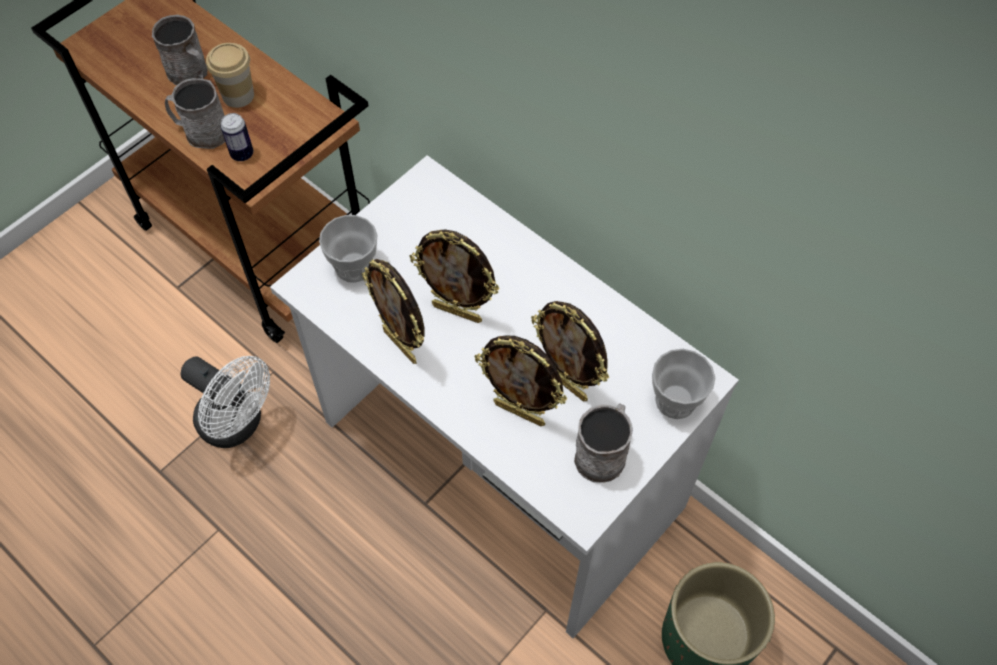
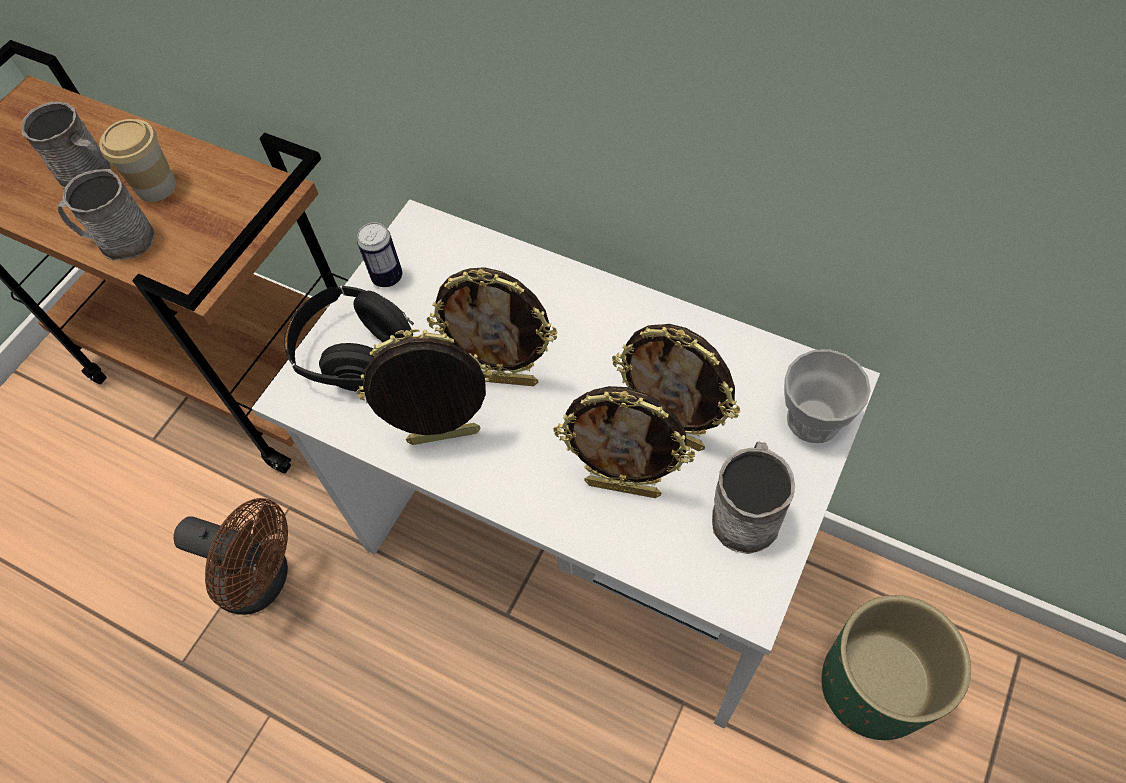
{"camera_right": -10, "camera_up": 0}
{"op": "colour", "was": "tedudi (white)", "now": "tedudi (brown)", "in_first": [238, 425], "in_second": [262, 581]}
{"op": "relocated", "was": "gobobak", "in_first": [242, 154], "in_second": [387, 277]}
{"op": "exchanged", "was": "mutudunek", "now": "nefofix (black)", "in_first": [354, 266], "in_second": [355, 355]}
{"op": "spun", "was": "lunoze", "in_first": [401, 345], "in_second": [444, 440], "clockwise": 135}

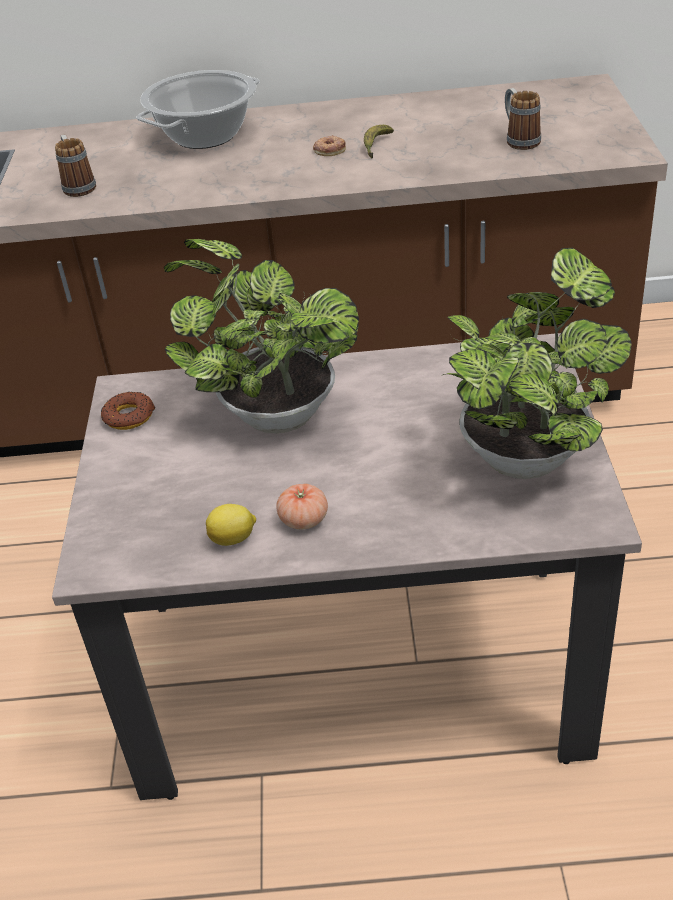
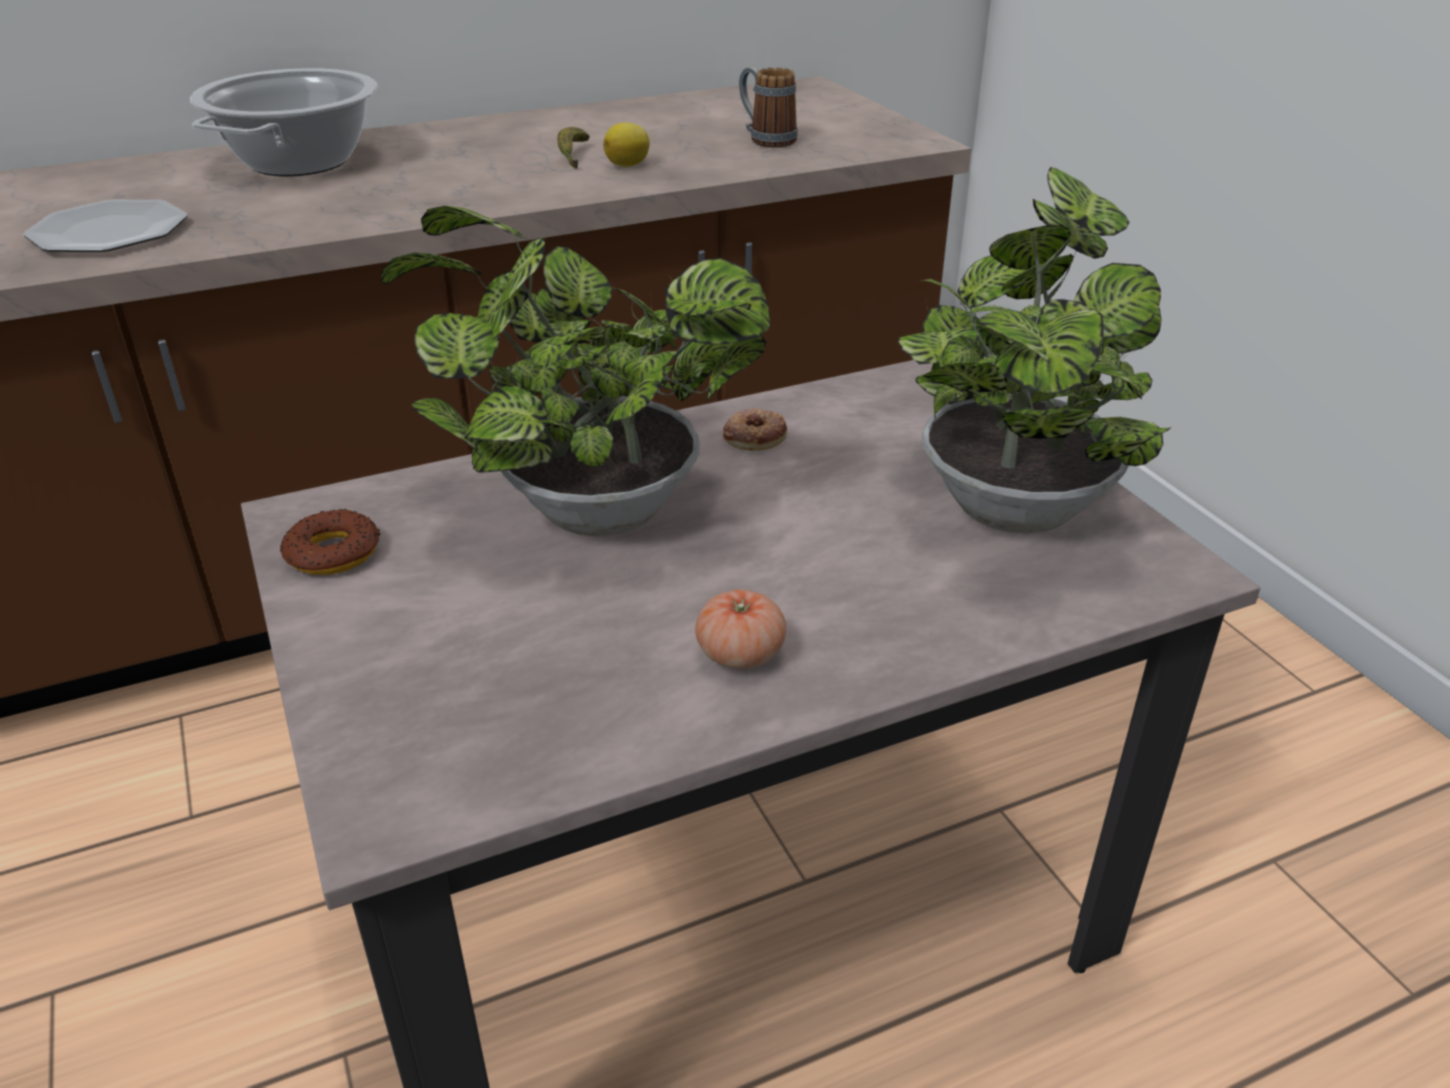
{"camera_right": -25, "camera_up": -5}
{"op": "exchanged", "was": "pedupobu", "now": "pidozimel", "in_first": [78, 186], "in_second": [109, 231]}
{"op": "relocated", "was": "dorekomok", "in_first": [234, 539], "in_second": [628, 165]}
{"op": "relocated", "was": "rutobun", "in_first": [329, 150], "in_second": [754, 436]}

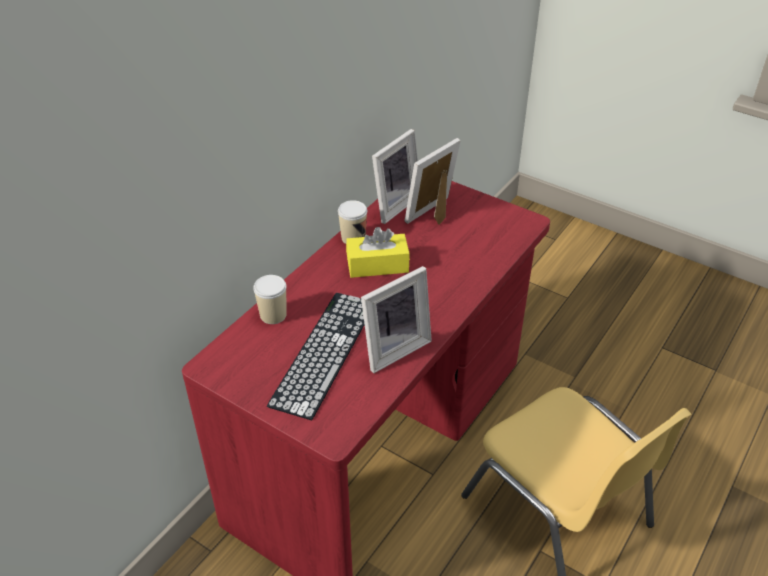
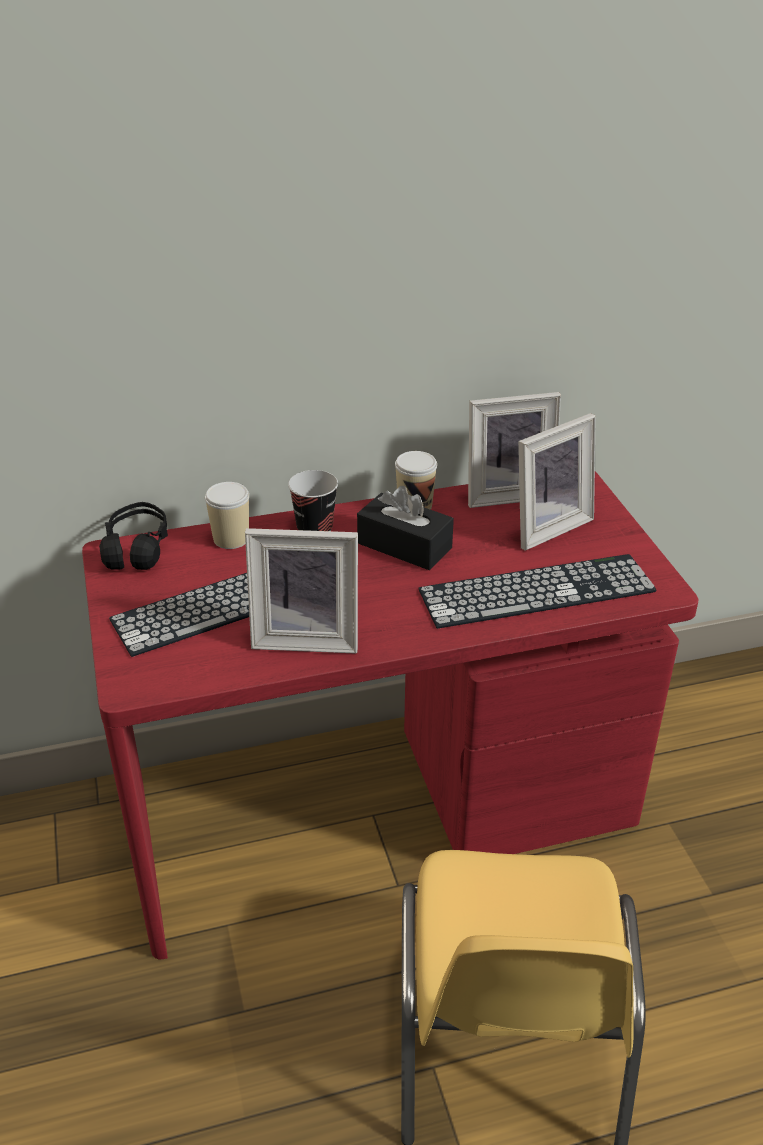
{"camera_right": 40, "camera_up": -5}
{"op": "colour", "was": "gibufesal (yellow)", "now": "gibufesal (black)", "in_first": [377, 265], "in_second": [404, 546]}
{"op": "spun", "was": "lunoze", "in_first": [435, 214], "in_second": [546, 526], "clockwise": 150}
{"op": "appeared", "now": "nefofix (black)", "in_second": [137, 548]}
{"op": "appeared", "now": "mutudunek", "in_second": [315, 528]}
{"op": "appeared", "now": "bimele", "in_second": [537, 591]}

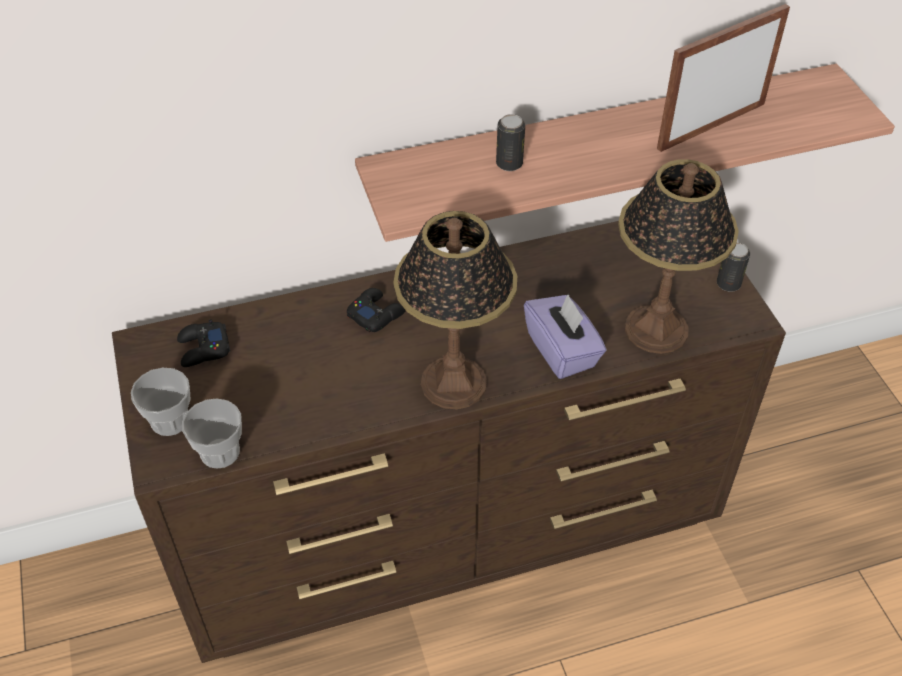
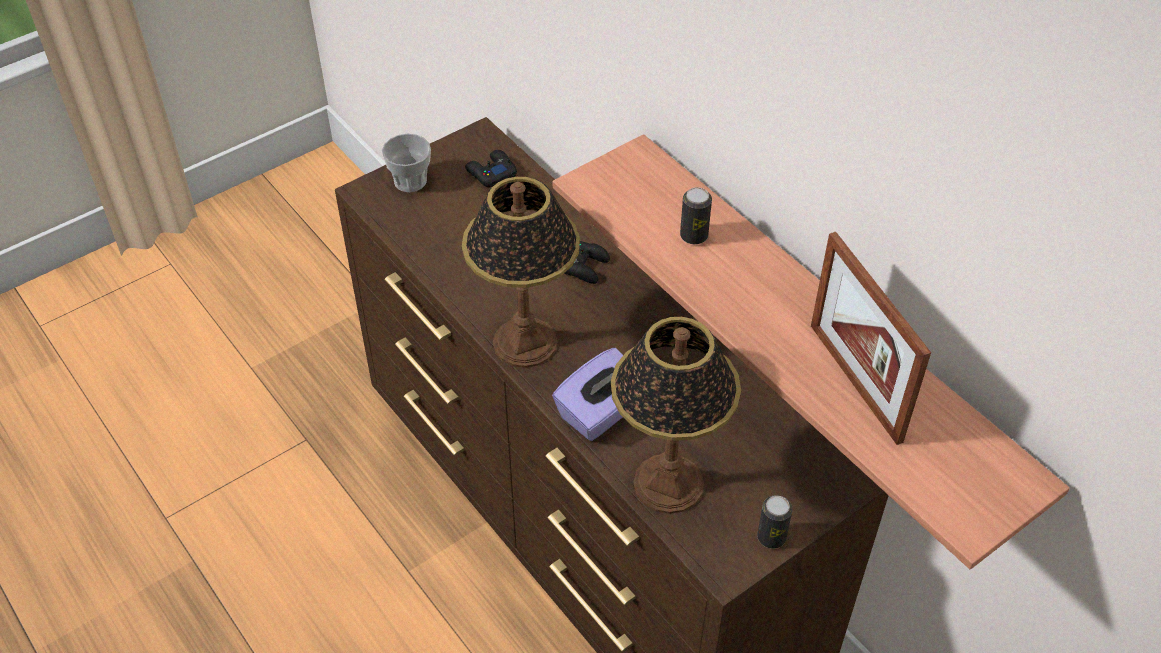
{"camera_right": 70, "camera_up": 0}
{"op": "missing", "was": "mutudunek", "in_first": [220, 452]}
{"op": "spun", "was": "lunoze", "in_first": [711, 126], "in_second": [855, 382], "clockwise": -150}

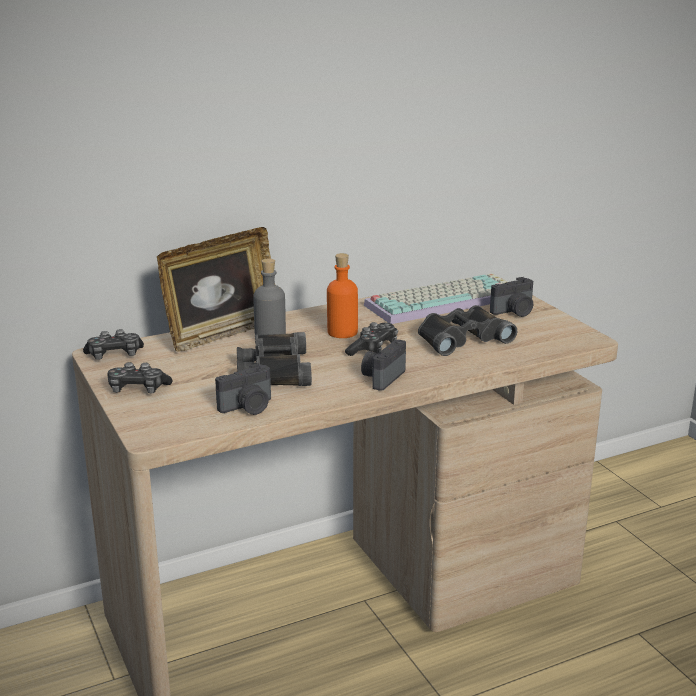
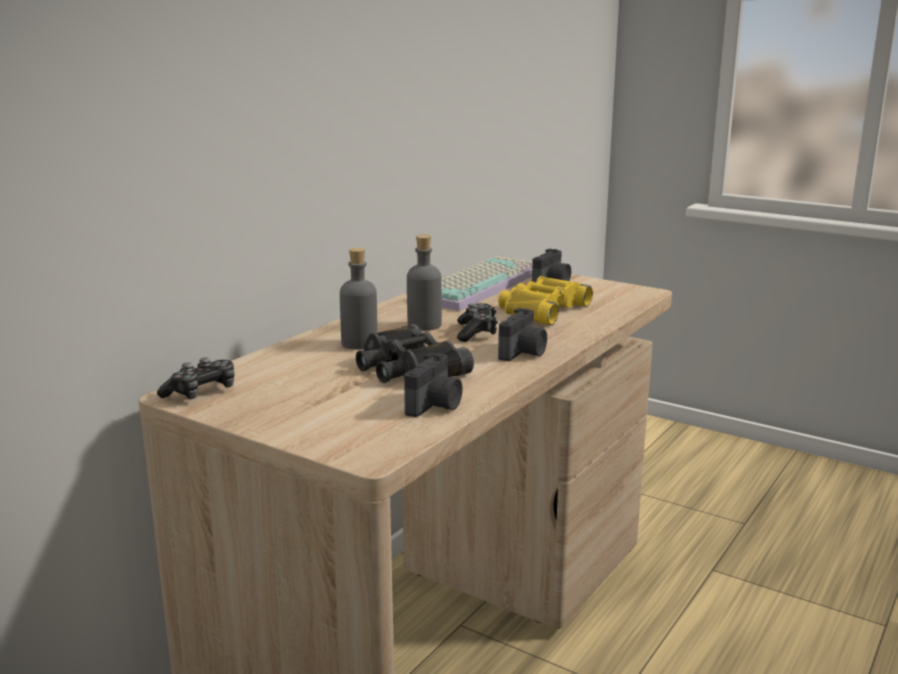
{"camera_right": -30, "camera_up": -5}
{"op": "missing", "was": "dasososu", "in_first": [137, 389]}
{"op": "missing", "was": "lunoze", "in_first": [222, 333]}
{"op": "colour", "was": "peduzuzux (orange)", "now": "peduzuzux (grey)", "in_first": [342, 332], "in_second": [424, 325]}
{"op": "spun", "was": "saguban", "in_first": [381, 377], "in_second": [524, 353], "clockwise": -150}
{"op": "colour", "was": "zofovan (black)", "now": "zofovan (yellow)", "in_first": [461, 338], "in_second": [541, 310]}

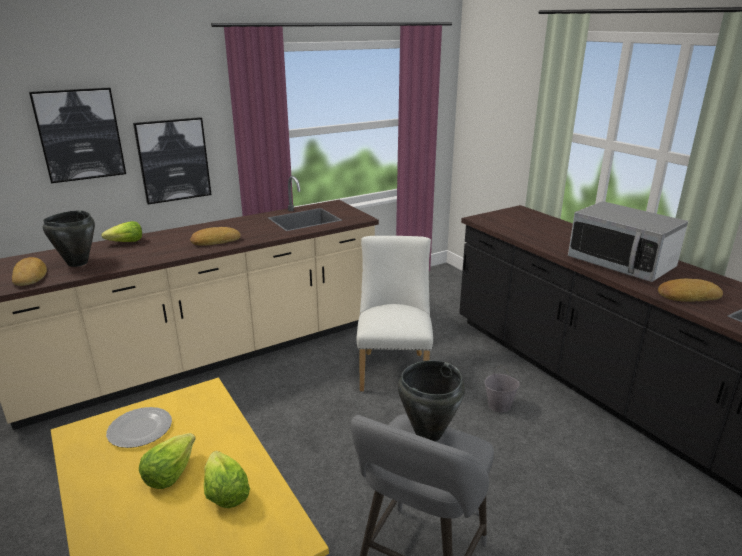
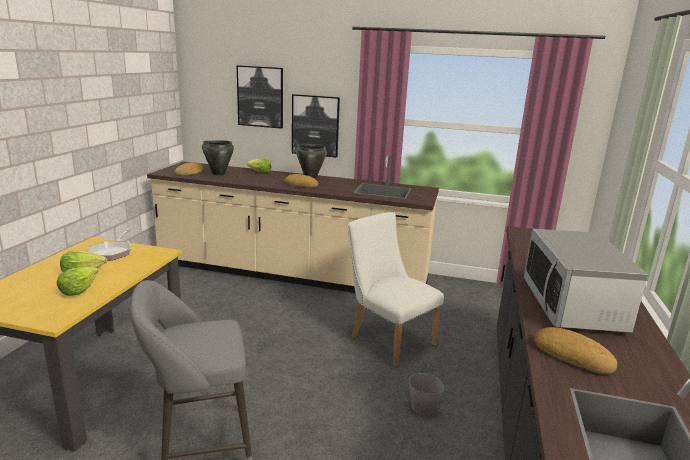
{"camera_right": 45, "camera_up": -5}
{"op": "exchanged", "was": "pidozimel", "now": "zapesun", "in_first": [140, 429], "in_second": [112, 252]}
{"op": "spun", "was": "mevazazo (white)", "in_first": [394, 368], "in_second": [388, 338], "clockwise": -90}
{"op": "relocated", "was": "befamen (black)", "in_first": [427, 434], "in_second": [310, 177]}

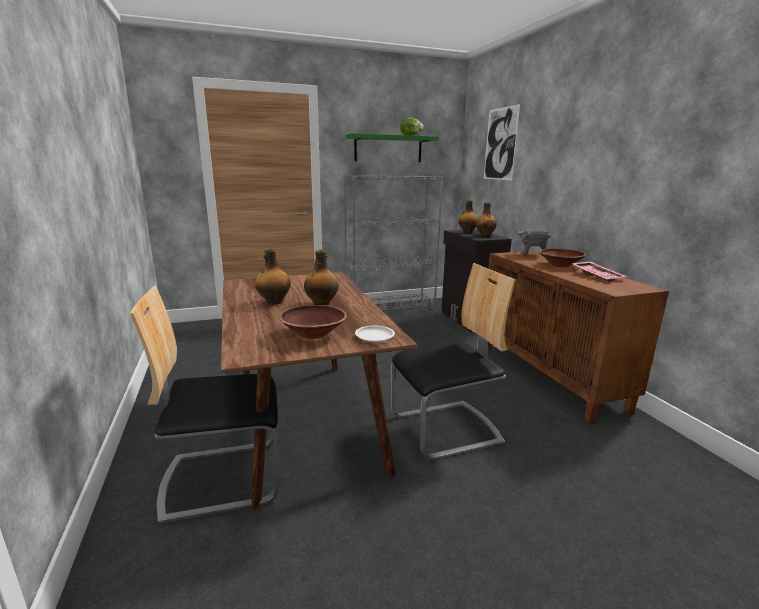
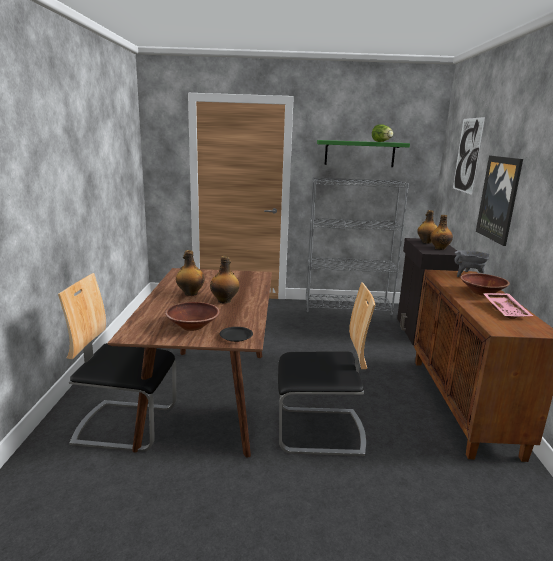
{"camera_right": 20, "camera_up": 0}
{"op": "colour", "was": "pidozimel (white)", "now": "pidozimel (black)", "in_first": [374, 336], "in_second": [236, 336]}
{"op": "appeared", "now": "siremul", "in_second": [499, 198]}

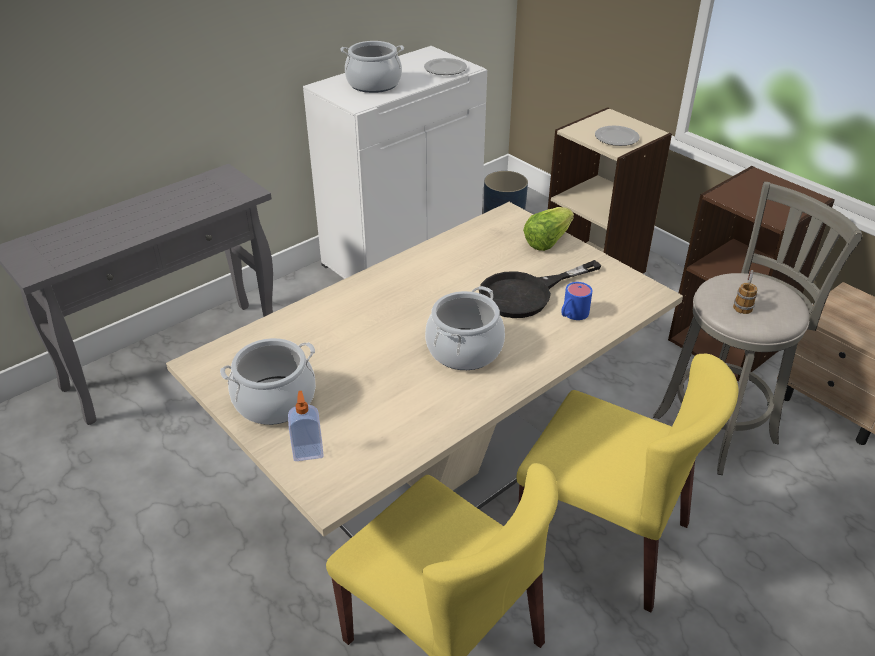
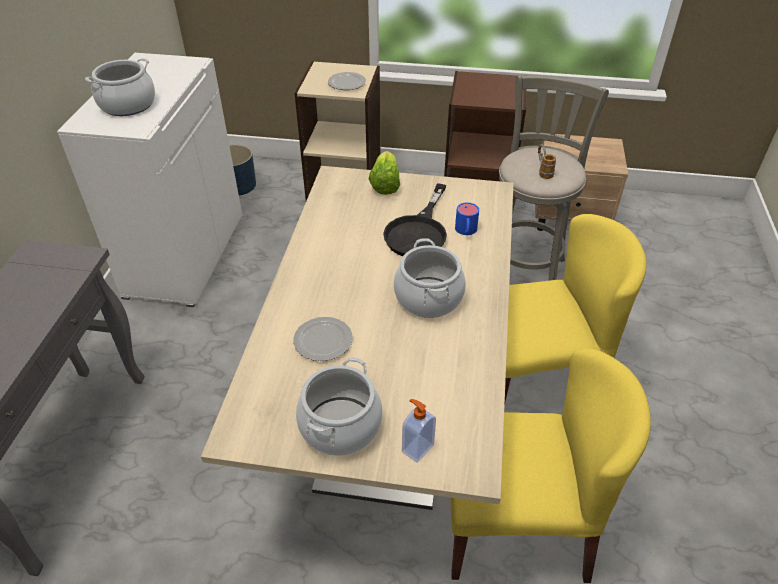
{"camera_right": -40, "camera_up": 5}
{"op": "relocated", "was": "pidozimel", "in_first": [444, 69], "in_second": [322, 341]}

